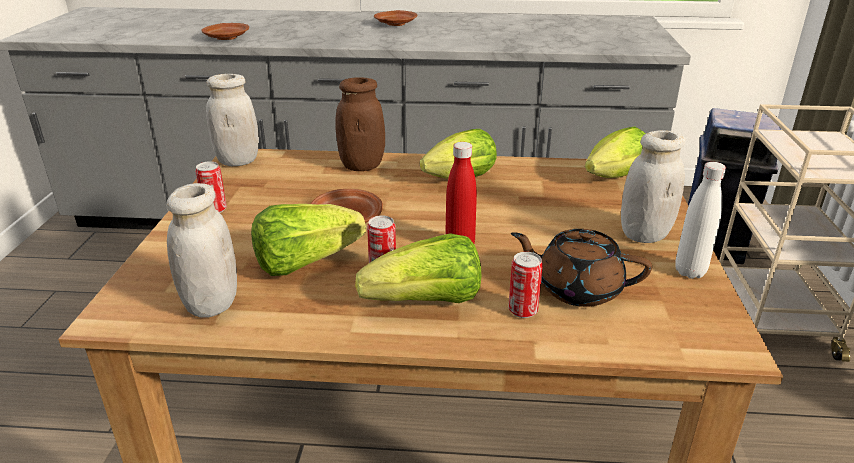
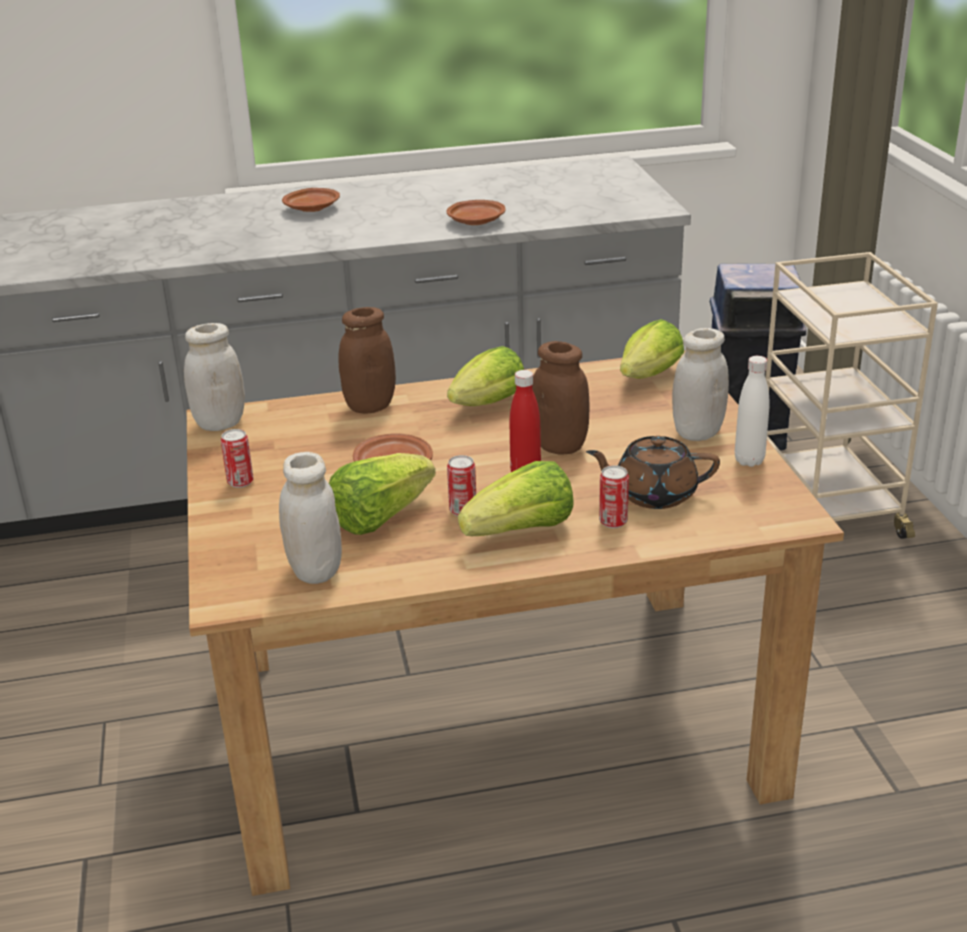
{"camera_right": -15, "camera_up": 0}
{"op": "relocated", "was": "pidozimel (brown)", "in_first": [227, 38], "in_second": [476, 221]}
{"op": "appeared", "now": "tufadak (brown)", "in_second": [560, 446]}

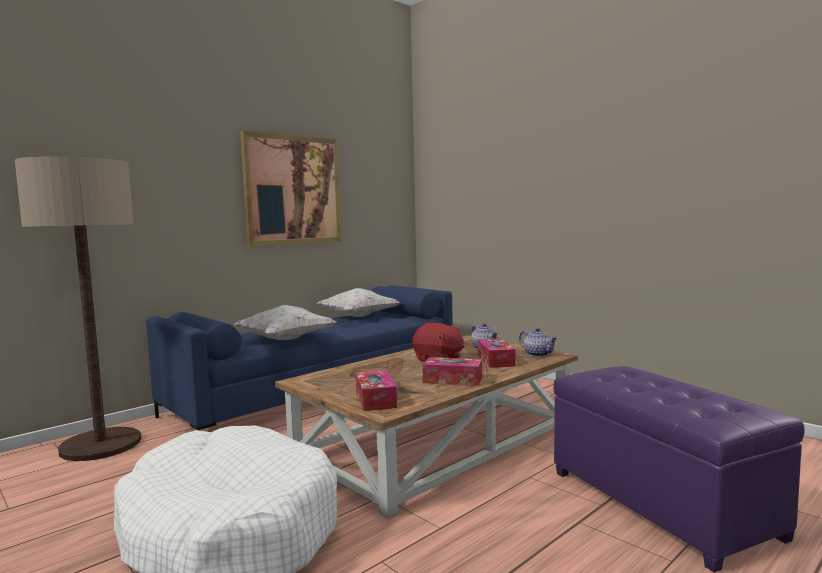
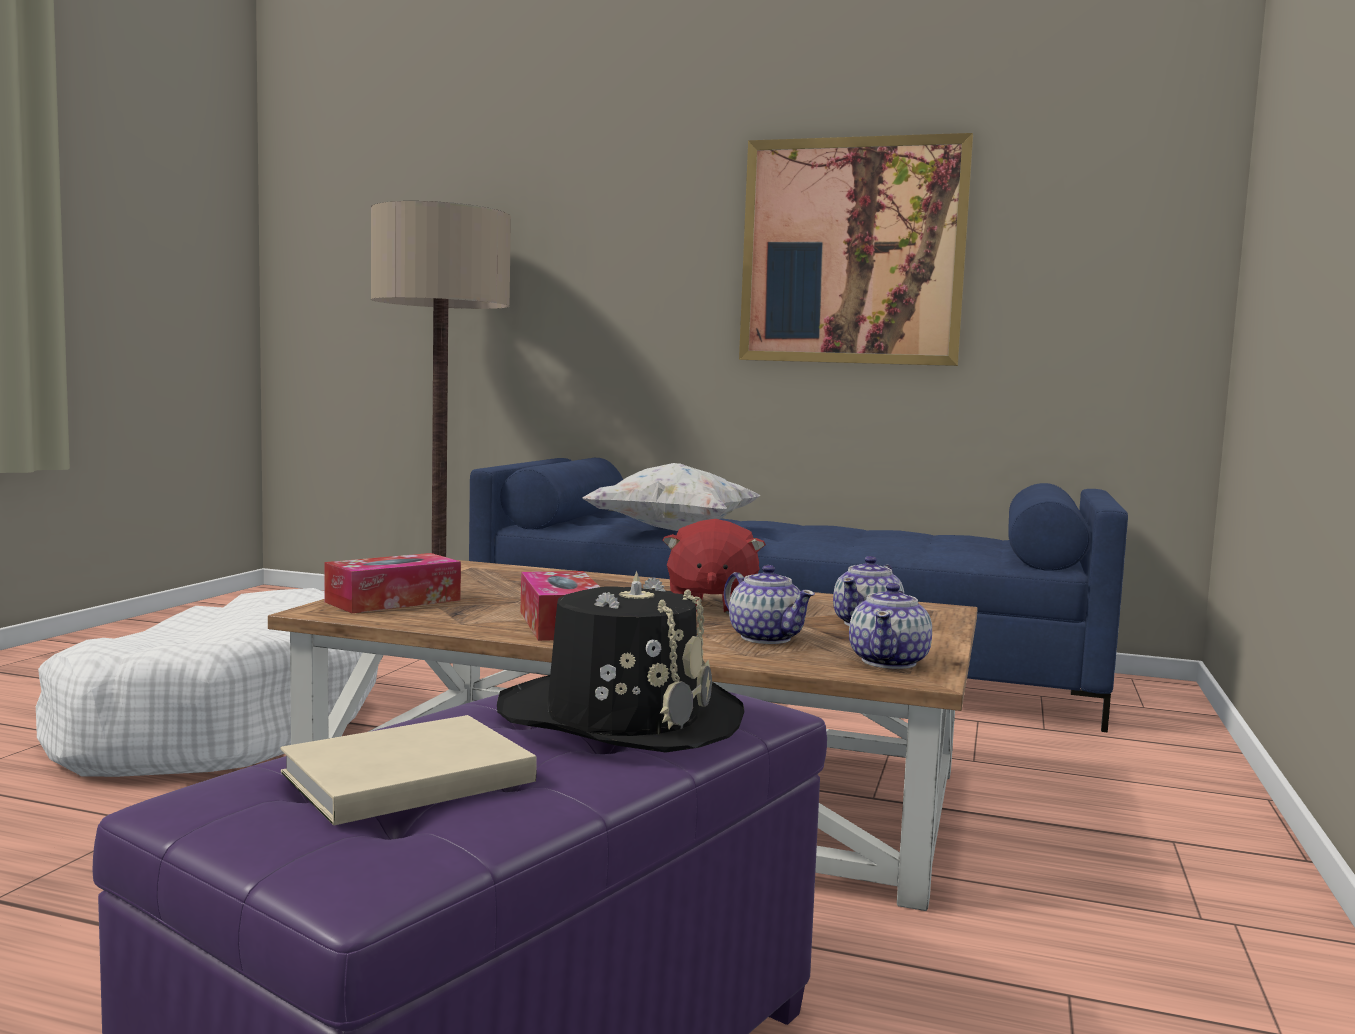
{"camera_right": 60, "camera_up": 0}
{"op": "missing", "was": "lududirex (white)", "in_first": [358, 317]}
{"op": "exchanged", "was": "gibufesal", "now": "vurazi", "in_first": [495, 360], "in_second": [765, 637]}
{"op": "appeared", "now": "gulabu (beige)", "in_second": [401, 777]}
{"op": "appeared", "now": "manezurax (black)", "in_second": [621, 717]}

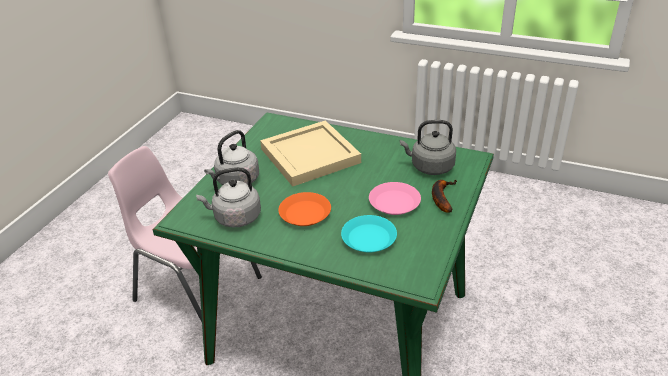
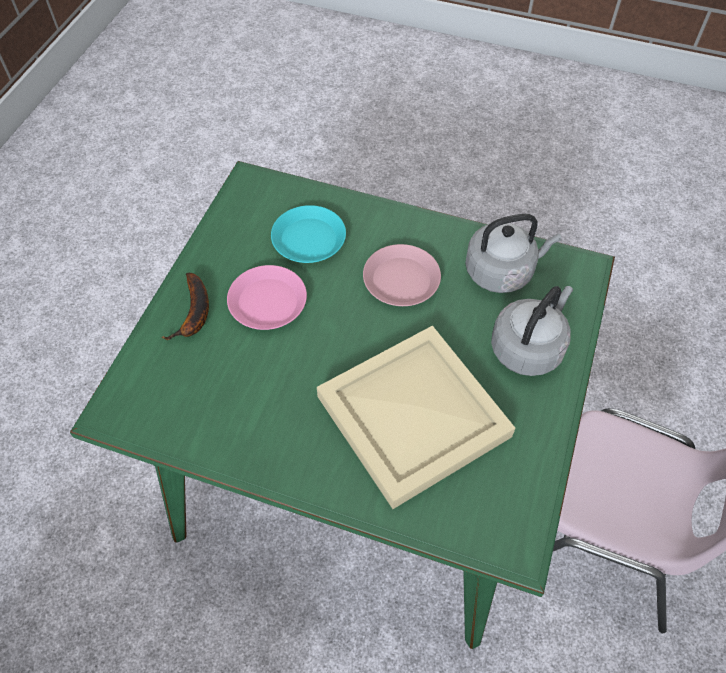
{"camera_right": 175, "camera_up": 20}
{"op": "colour", "was": "pidozimel (orange)", "now": "pidozimel (pink)", "in_first": [304, 213], "in_second": [401, 280]}
{"op": "missing", "was": "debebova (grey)", "in_first": [430, 167]}

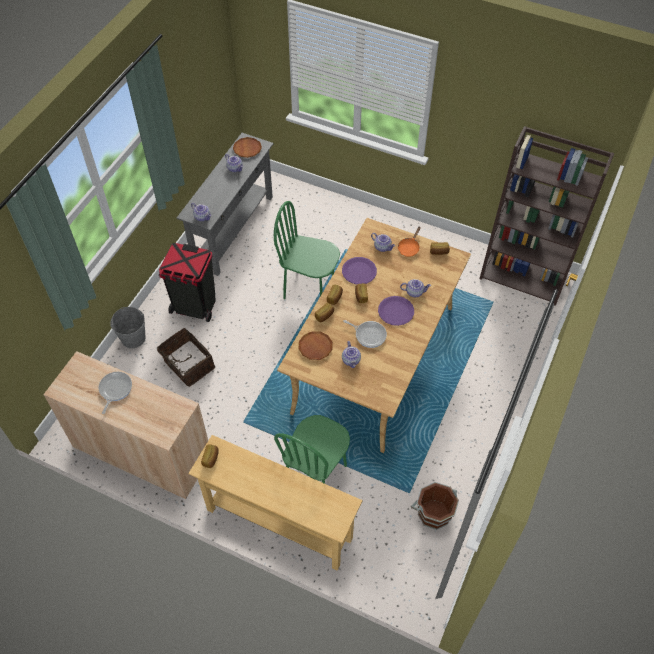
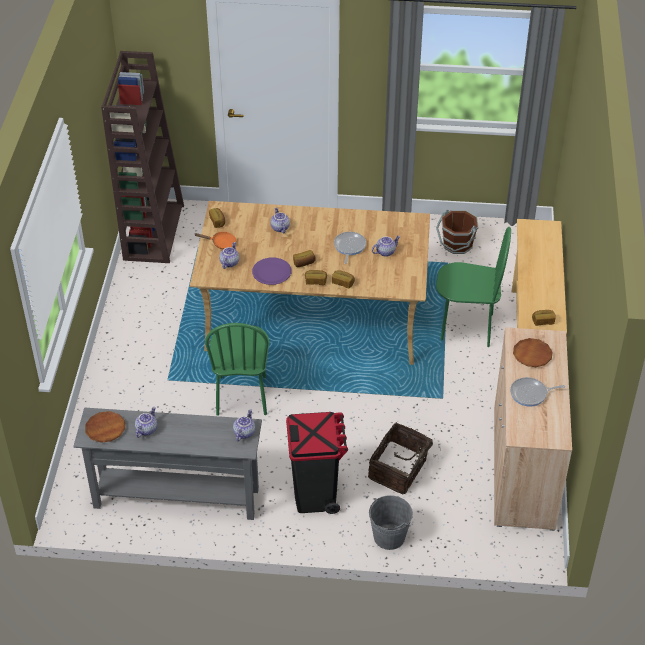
{"camera_right": -110, "camera_up": -10}
{"op": "relocated", "was": "pidozimel (brown)", "in_first": [315, 347], "in_second": [532, 355]}
{"op": "missing", "was": "pidozimel (purple)", "in_first": [396, 311]}

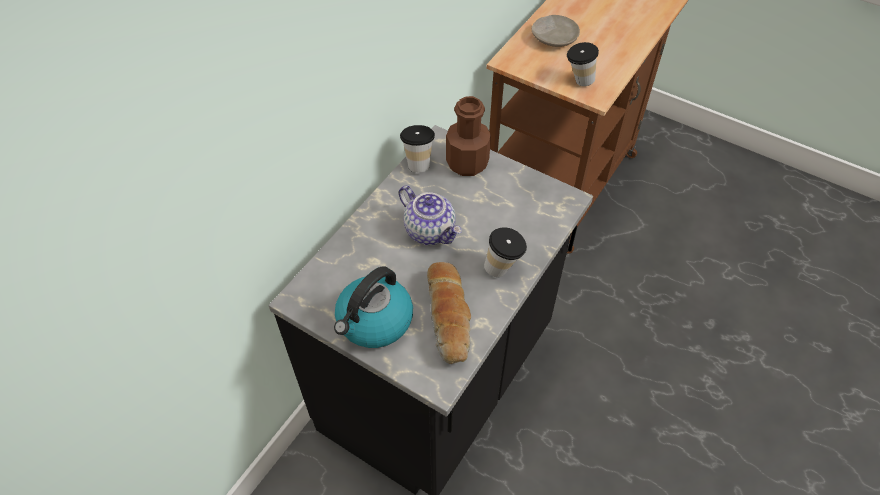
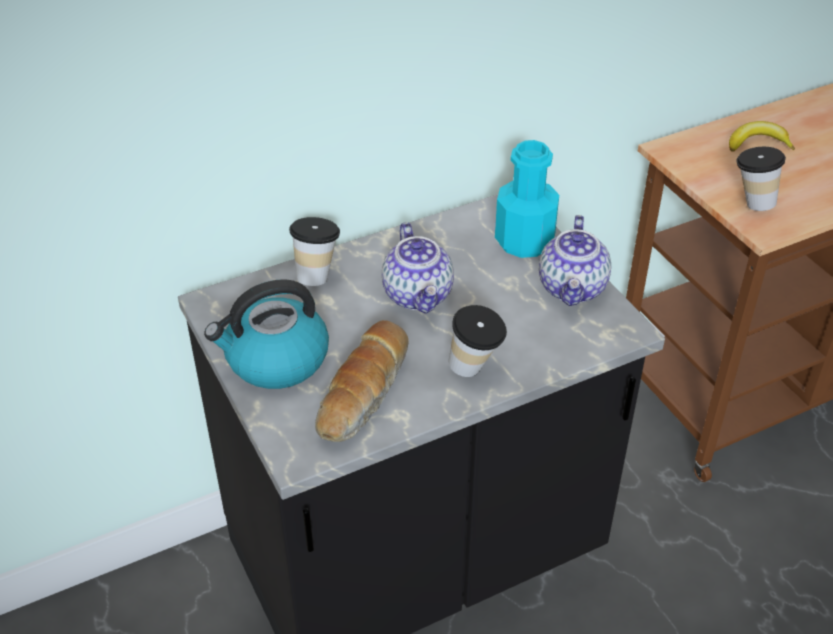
{"camera_right": 30, "camera_up": -10}
{"op": "relocated", "was": "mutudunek", "in_first": [418, 163], "in_second": [317, 274]}
{"op": "colour", "was": "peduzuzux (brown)", "now": "peduzuzux (turquoise)", "in_first": [467, 163], "in_second": [524, 241]}
{"op": "exchanged", "was": "pidozimel (beige)", "now": "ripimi", "in_first": [554, 37], "in_second": [758, 144]}
{"op": "appeared", "now": "vurazi", "in_second": [573, 288]}

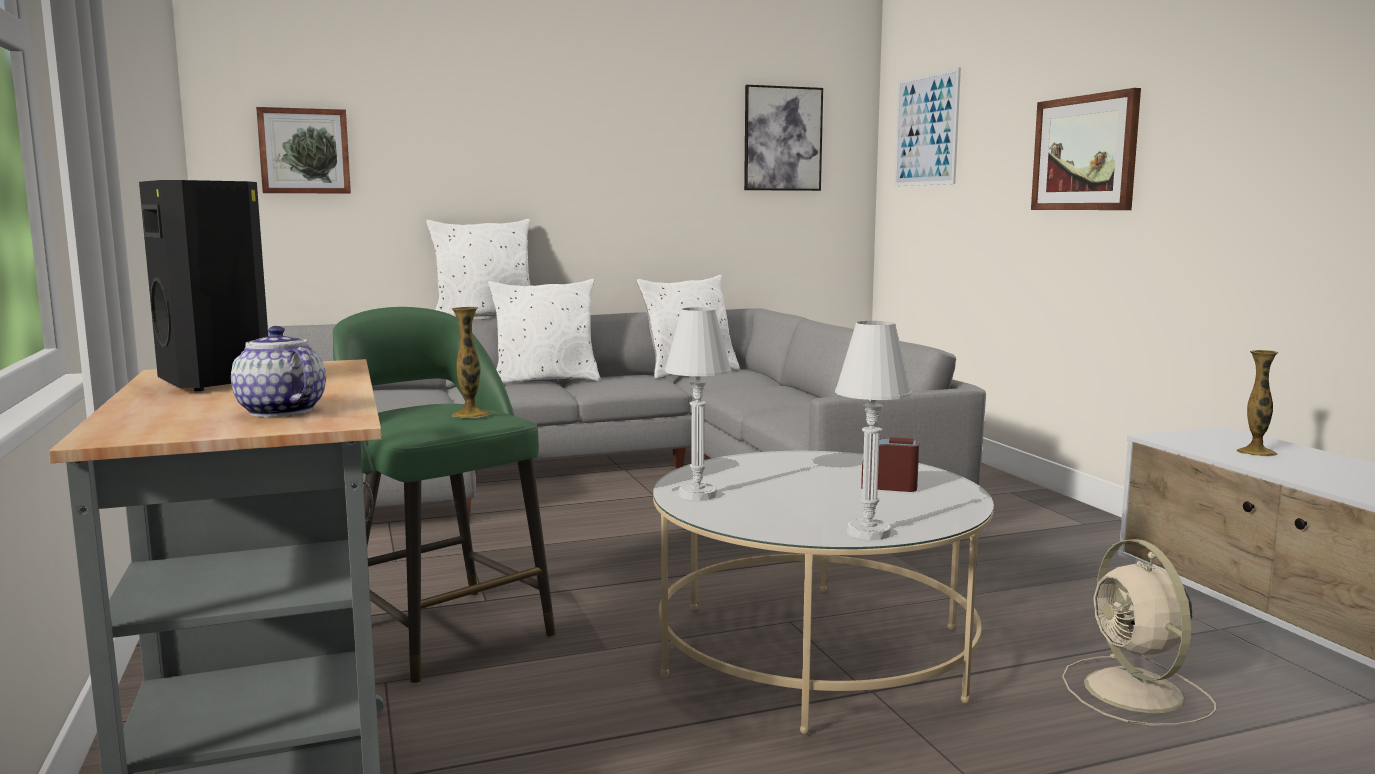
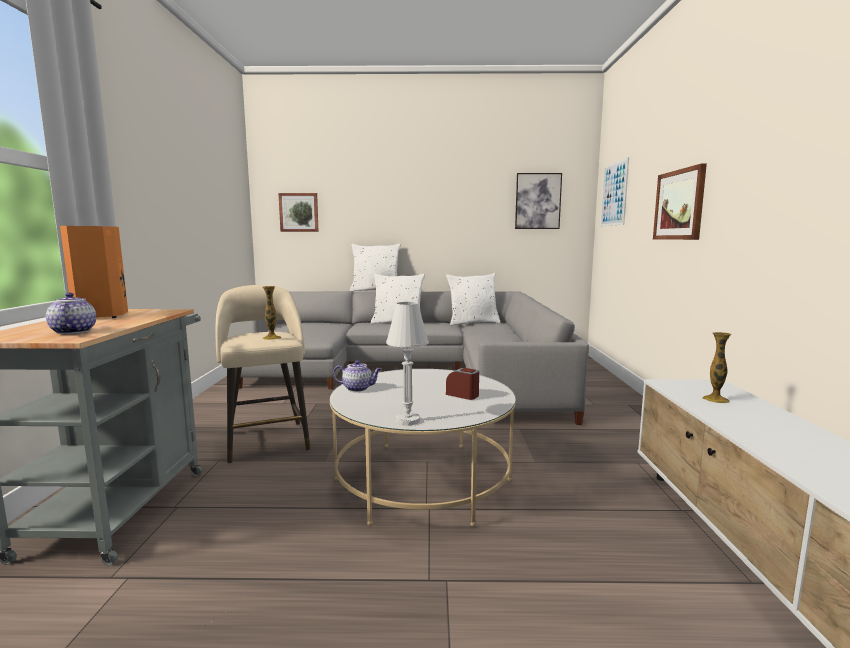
{"camera_right": 20, "camera_up": 0}
{"op": "colour", "was": "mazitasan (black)", "now": "mazitasan (orange)", "in_first": [217, 382], "in_second": [102, 316]}
{"op": "colour", "was": "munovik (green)", "now": "munovik (beige)", "in_first": [445, 631], "in_second": [267, 440]}
{"op": "exchanged", "was": "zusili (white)", "now": "vurazi", "in_first": [697, 495], "in_second": [358, 388]}
{"op": "missing", "was": "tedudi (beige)", "in_first": [1136, 693]}

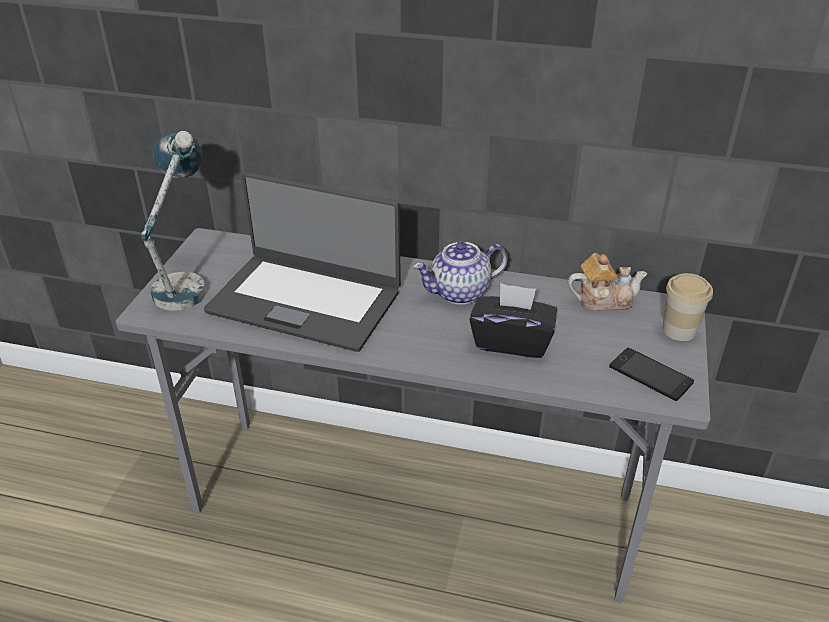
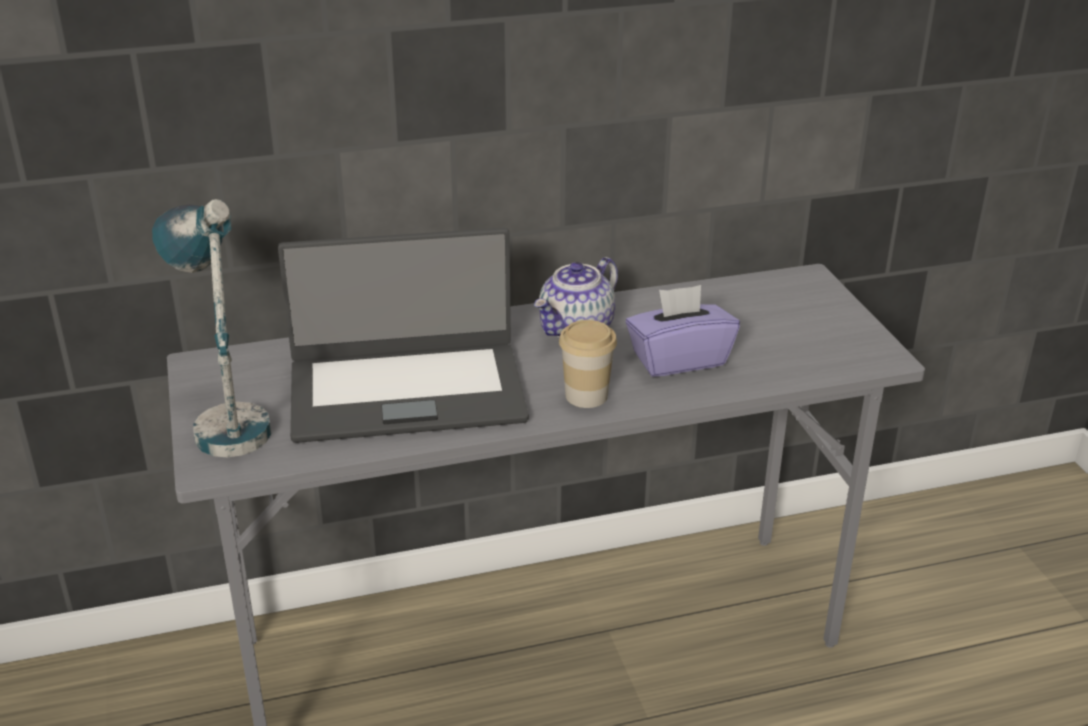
{"camera_right": -30, "camera_up": -5}
{"op": "colour", "was": "gibufesal (black)", "now": "gibufesal (purple)", "in_first": [511, 341], "in_second": [678, 359]}
{"op": "missing", "was": "vurazi", "in_first": [603, 300]}
{"op": "missing", "was": "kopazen", "in_first": [650, 374]}
{"op": "relocated", "was": "mutudunek", "in_first": [679, 330], "in_second": [586, 395]}

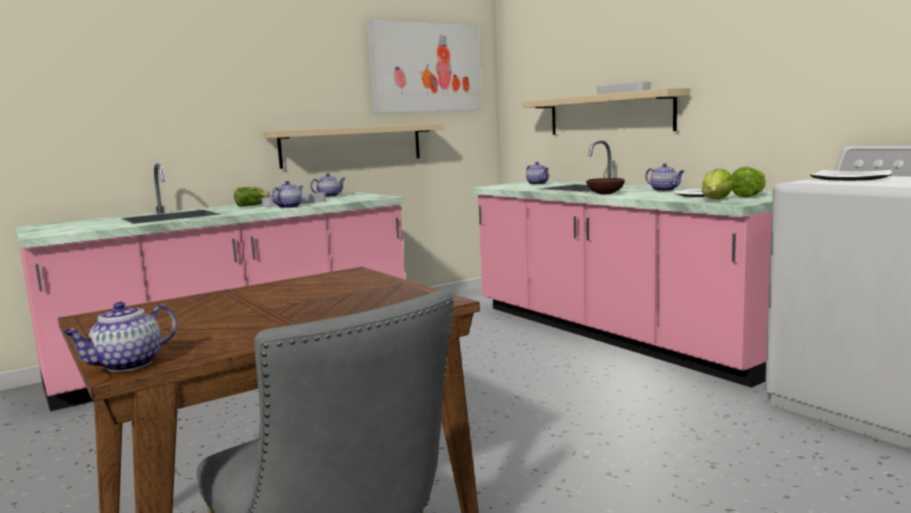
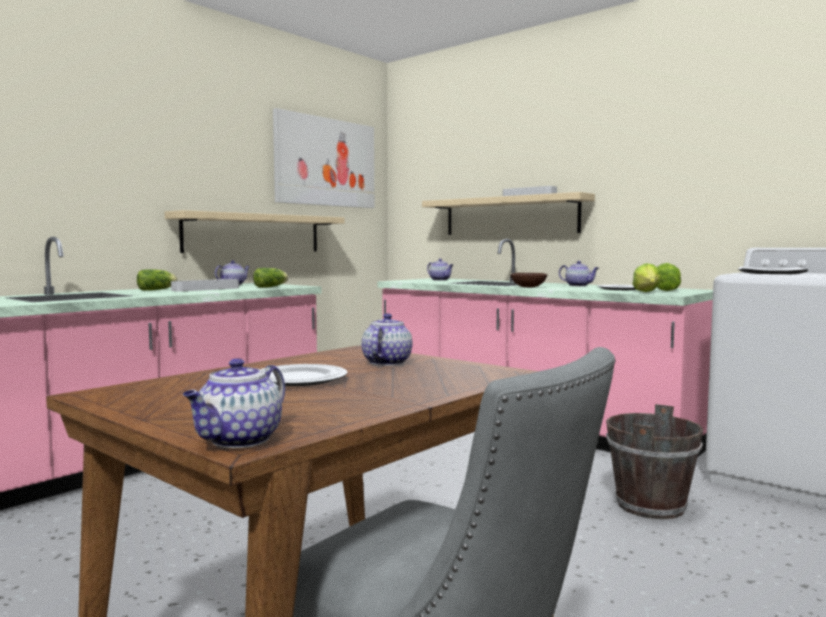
{"camera_right": -15, "camera_up": -5}
{"op": "relocated", "was": "vurazi", "in_first": [289, 207], "in_second": [386, 362]}
{"op": "appeared", "now": "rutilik", "in_second": [271, 287]}
{"op": "appeared", "now": "pidozimel", "in_second": [301, 379]}
{"op": "appeared", "now": "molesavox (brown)", "in_second": [650, 506]}

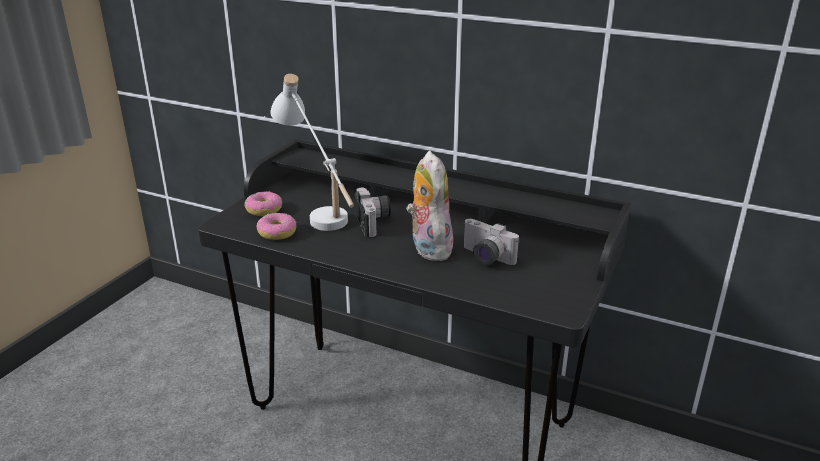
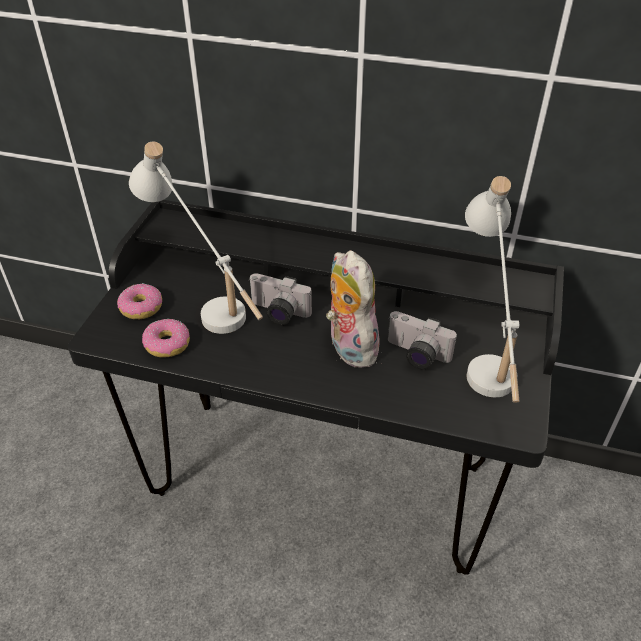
{"camera_right": -10, "camera_up": 15}
{"op": "spun", "was": "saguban", "in_first": [375, 222], "in_second": [277, 313], "clockwise": 135}
{"op": "appeared", "now": "zusili (white)", "in_second": [485, 352]}

